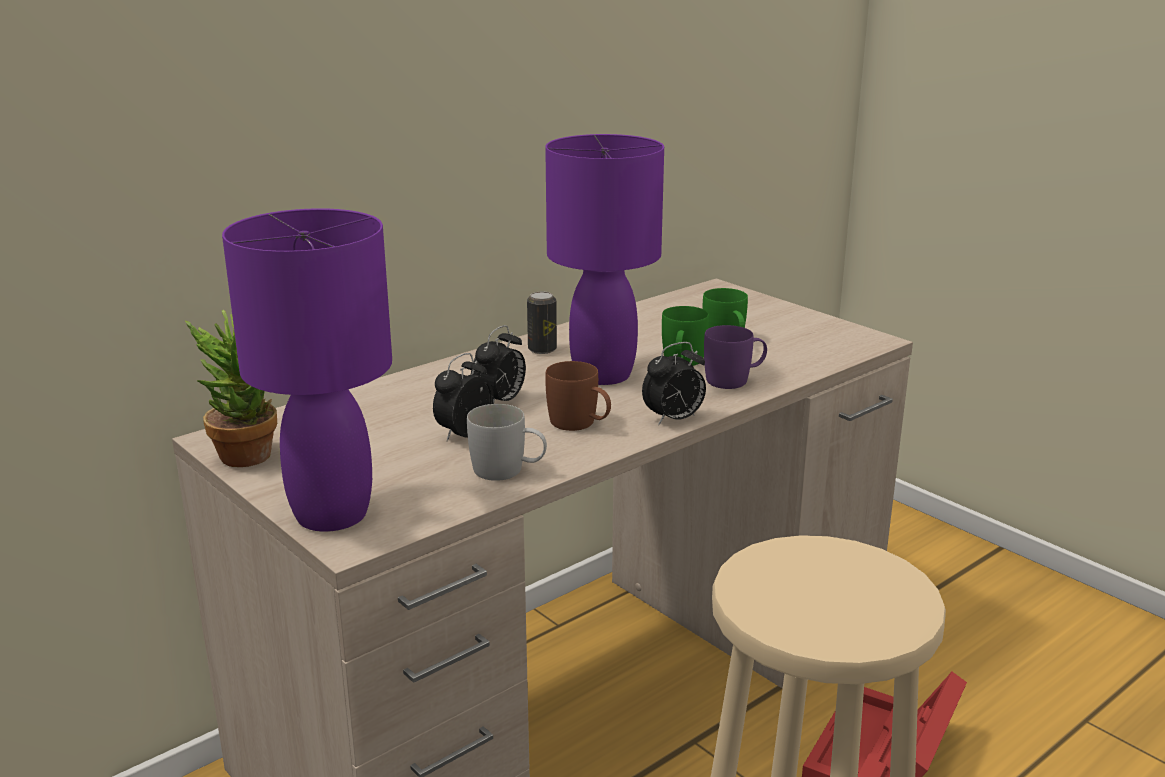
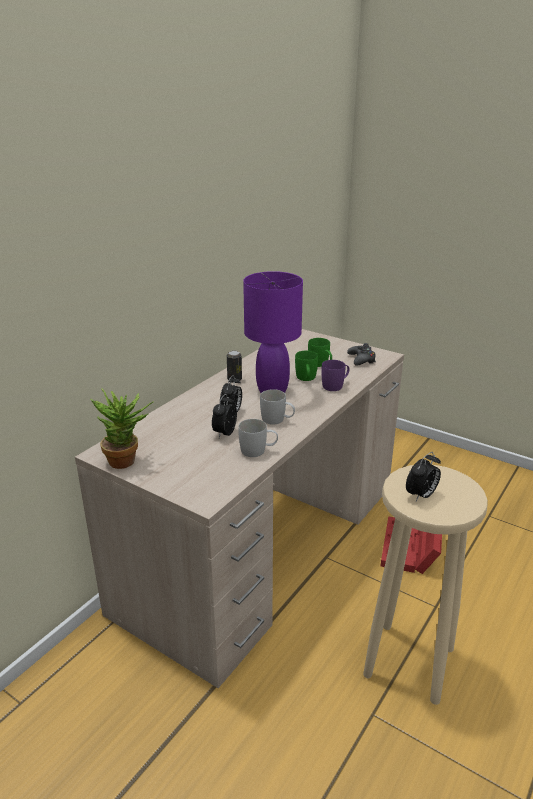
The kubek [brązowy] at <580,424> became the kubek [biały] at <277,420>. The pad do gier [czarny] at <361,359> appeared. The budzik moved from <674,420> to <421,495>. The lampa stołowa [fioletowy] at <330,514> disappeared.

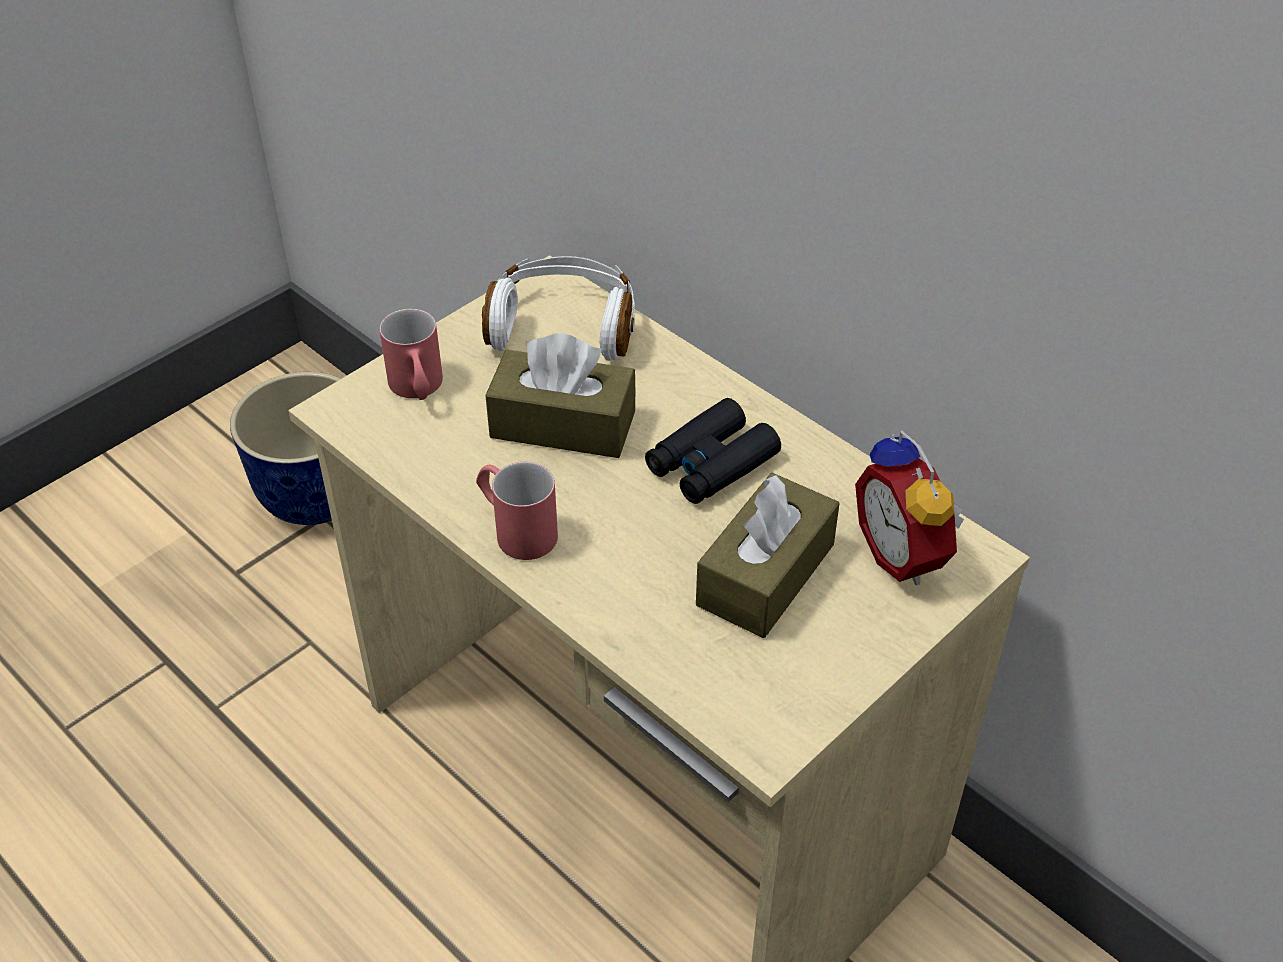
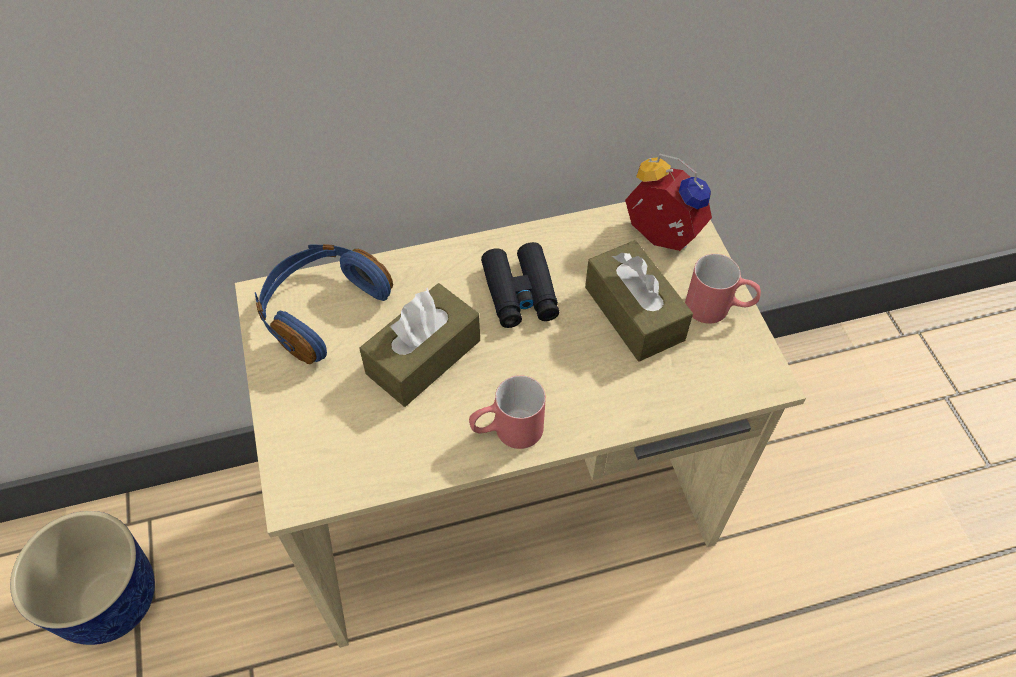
The słuchawki [biały] at <563,326> became the słuchawki [niebieski] at <321,310>. The budzik at <905,554> turned 150 degrees counterclockwise. The kubek [czerwony] moved from <418,390> to <718,308>.

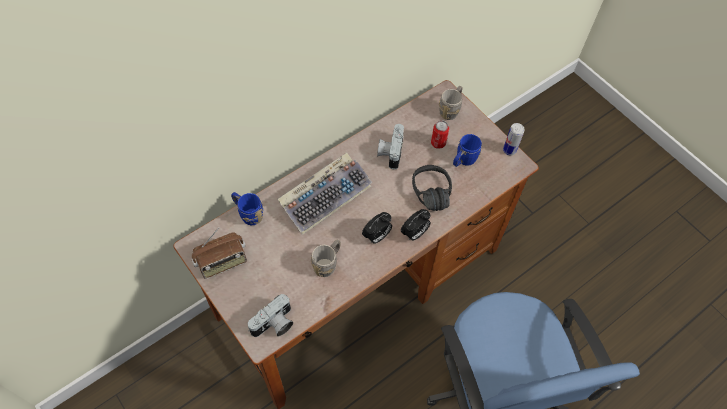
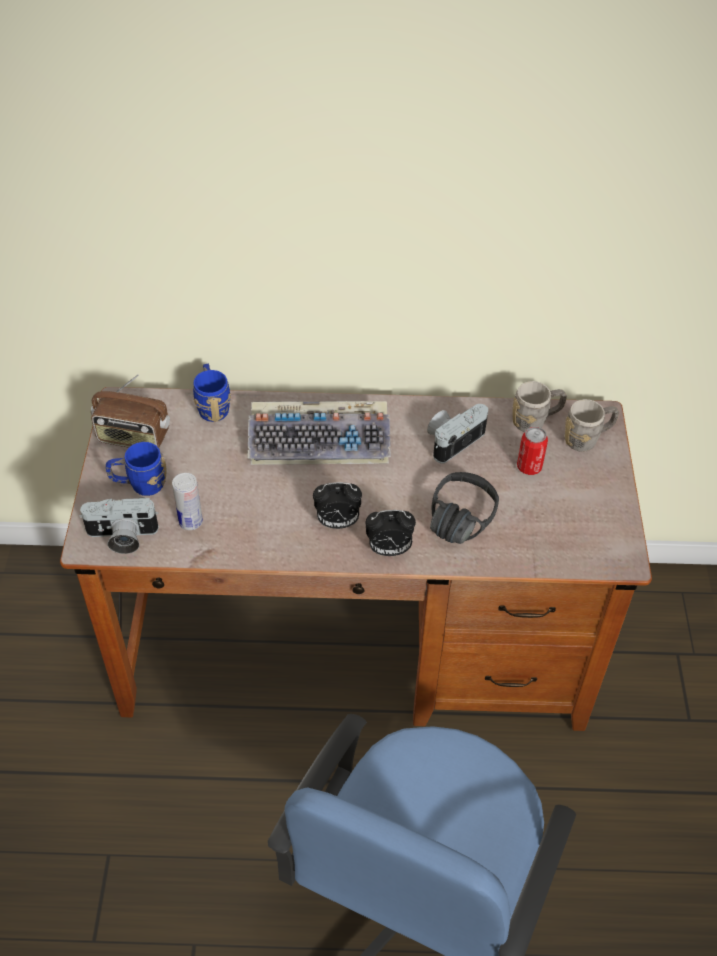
The kubek [niebieski] moved from <463,161> to <139,485>. The puszka moved from <509,150> to <190,522>. The kubek [szary] moved from <327,264> to <535,421>.

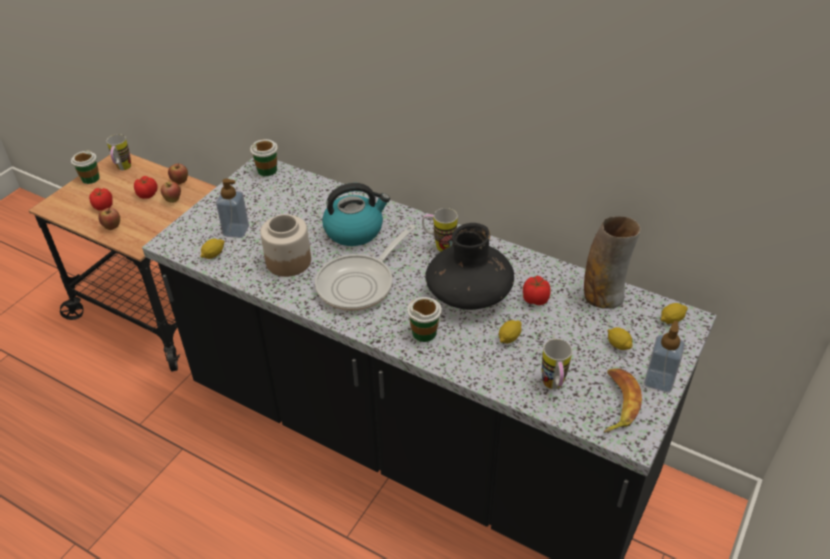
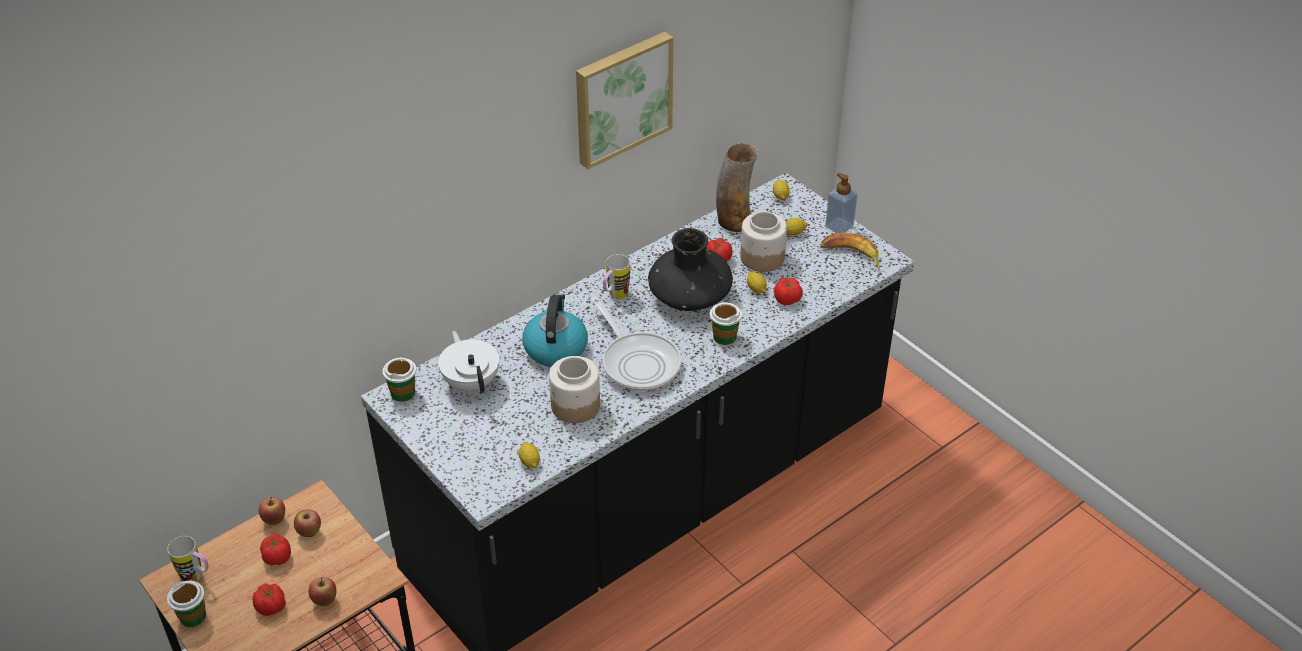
The imbryk [biały] at <471,382> appeared. The obraz at <621,97> appeared. The słoik at <761,257> appeared. The pomidor at <787,299> appeared. The dozownik mydła at <236,231> disappeared. The kubek at <554,387> disappeared.

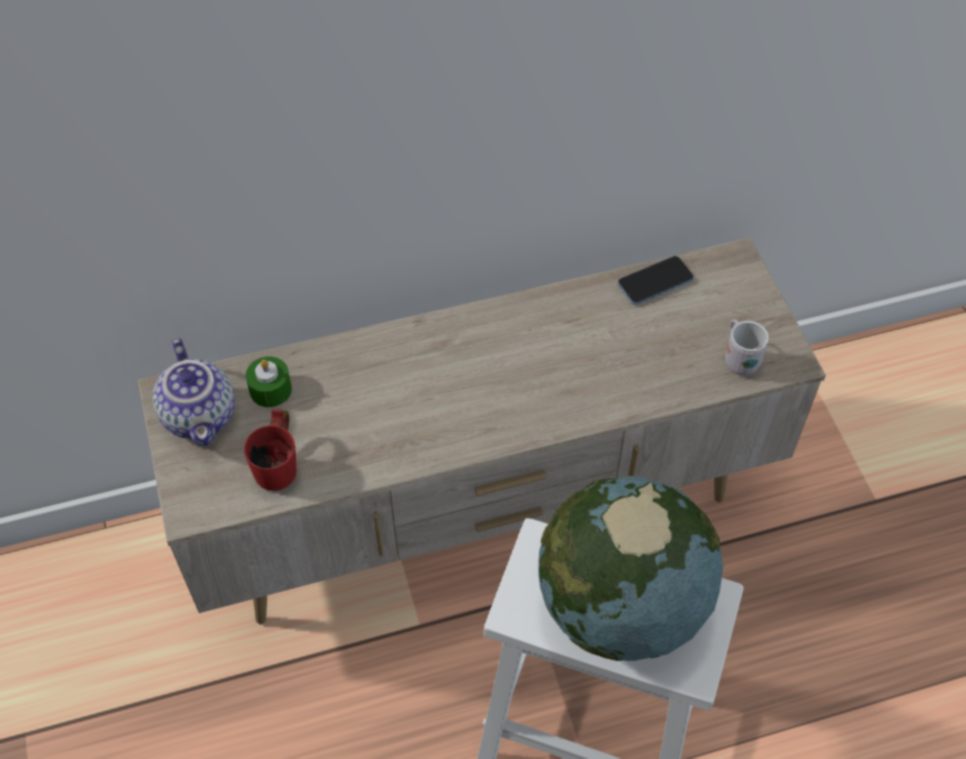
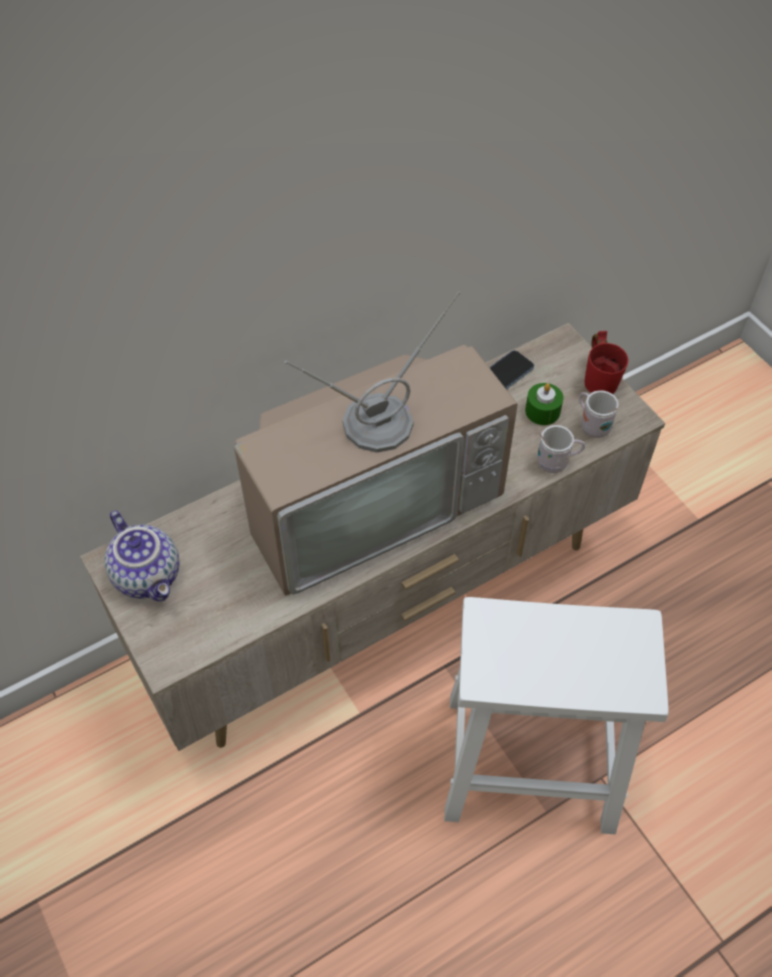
The telewizor at <372,500> appeared. The świeca [zielony] moved from <270,389> to <542,411>. The kubek [biały] at <557,462> appeared. The kubek [czerwony] moved from <283,466> to <602,379>. The globus at <620,606> disappeared.

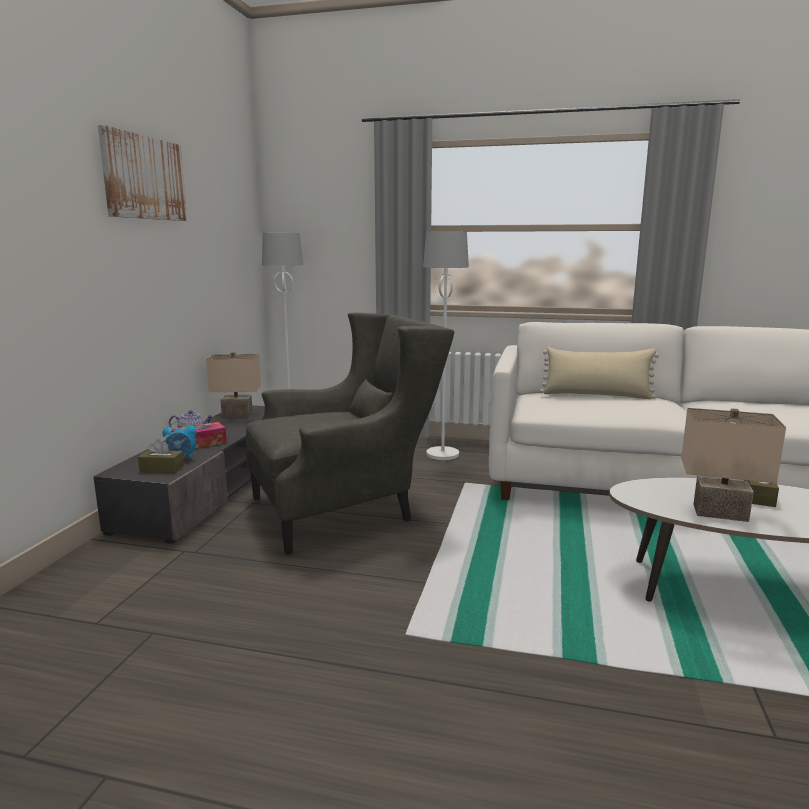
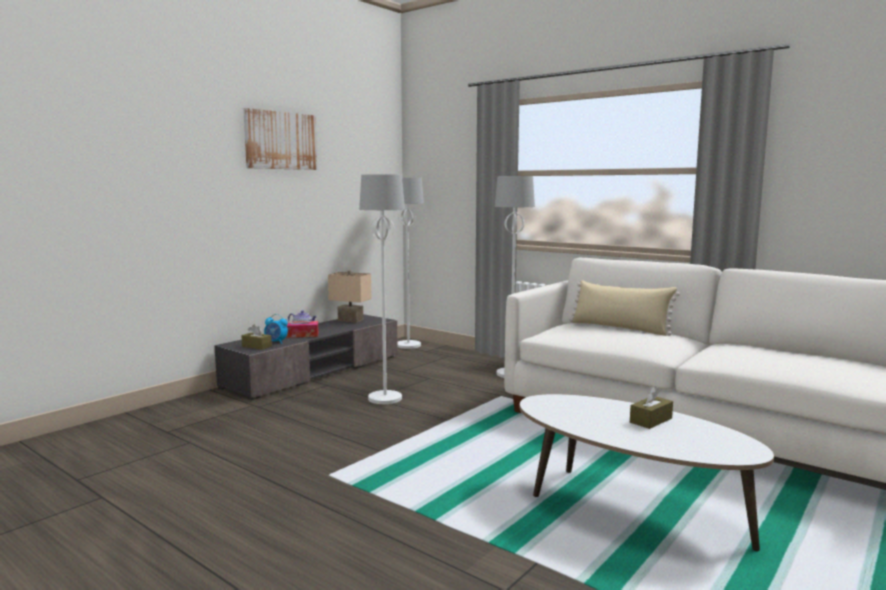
The fotel [szary] at <345,509> was replaced by the lampa stojąca [biały] at <385,398>. The lampa stołowa [beżowy] at <720,512> disappeared.

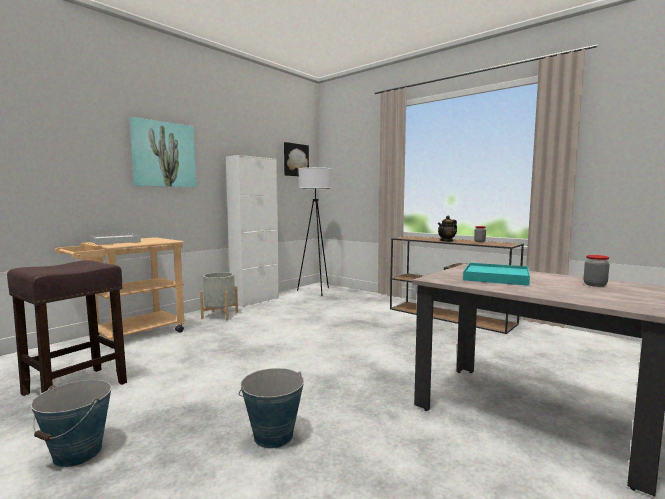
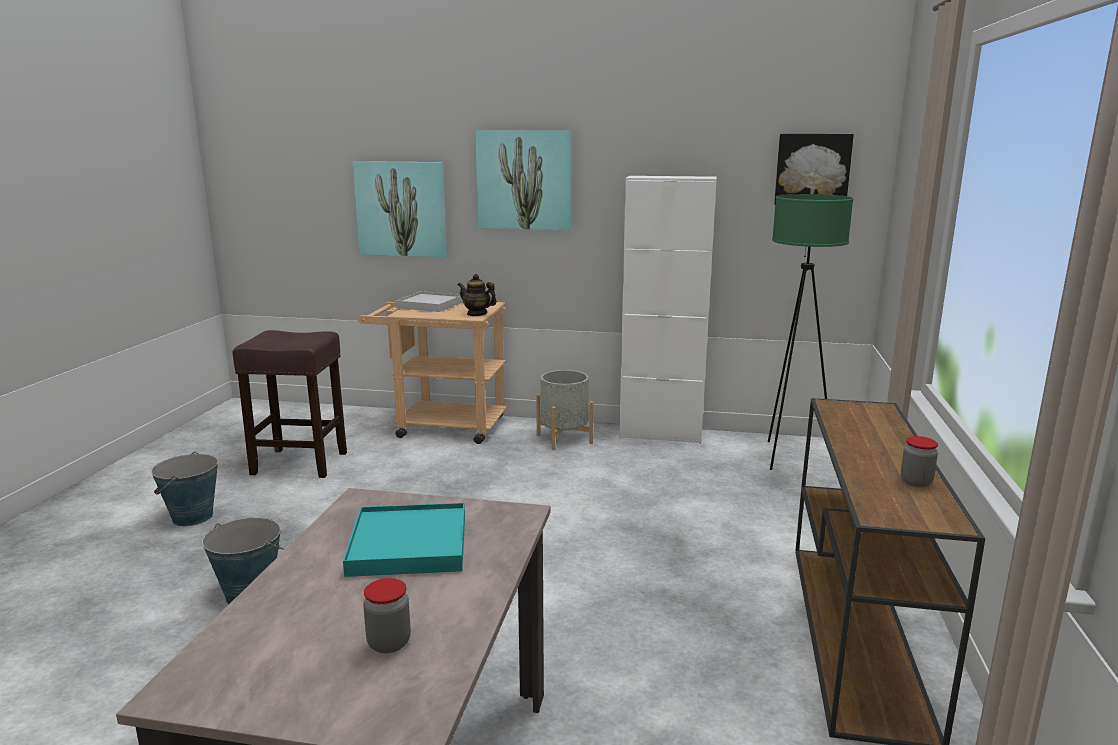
The obraz at <401,209> appeared. The imbryk moved from <447,241> to <477,314>. The lampa stojąca [biały] at <315,291> became the lampa stojąca [zielony] at <789,457>.

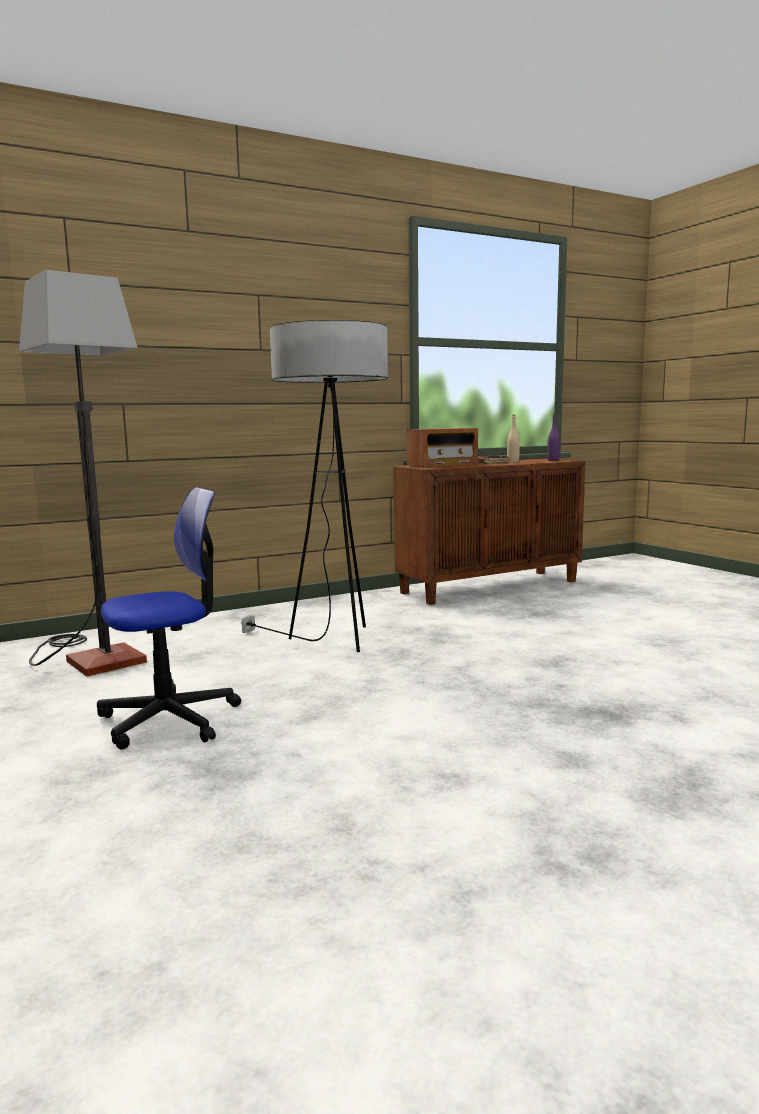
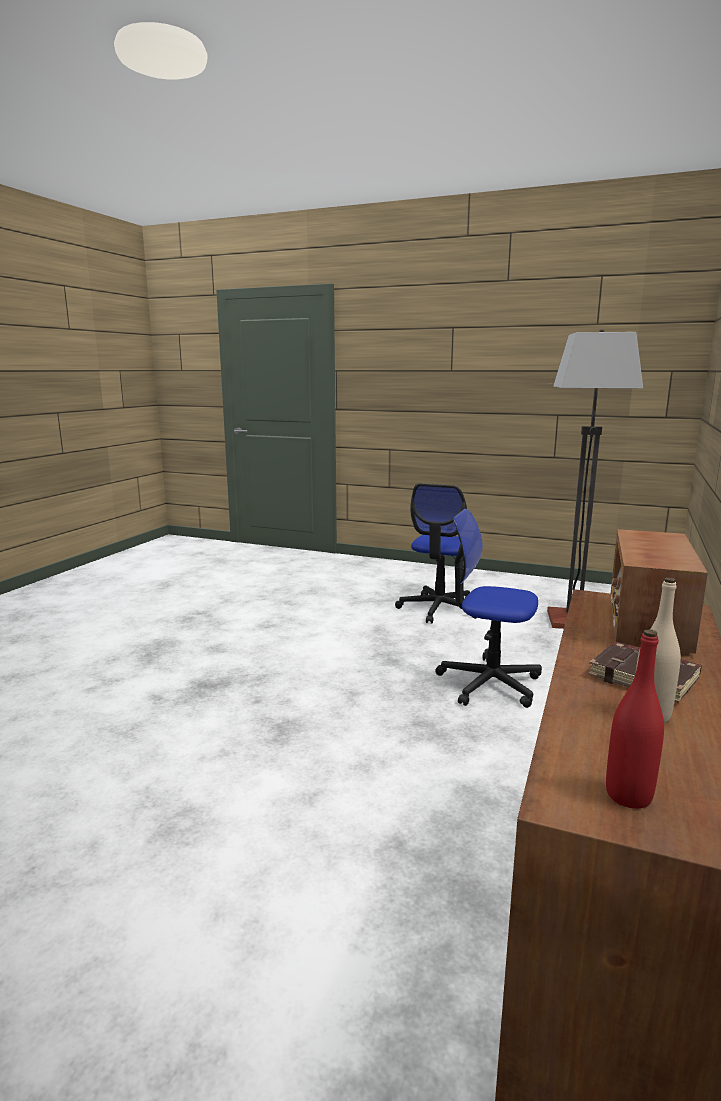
The lampa stojąca at <332,645> was replaced by the krzesło biurowe at <489,683>. The butelka [fioletowy] at <553,460> became the butelka [czerwony] at <628,796>.

